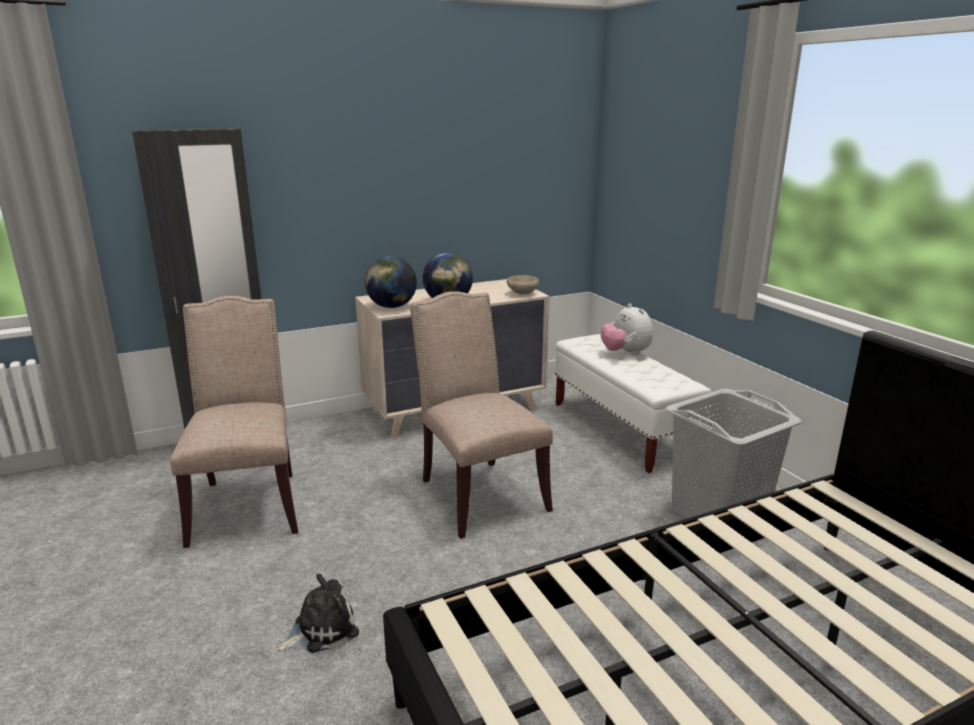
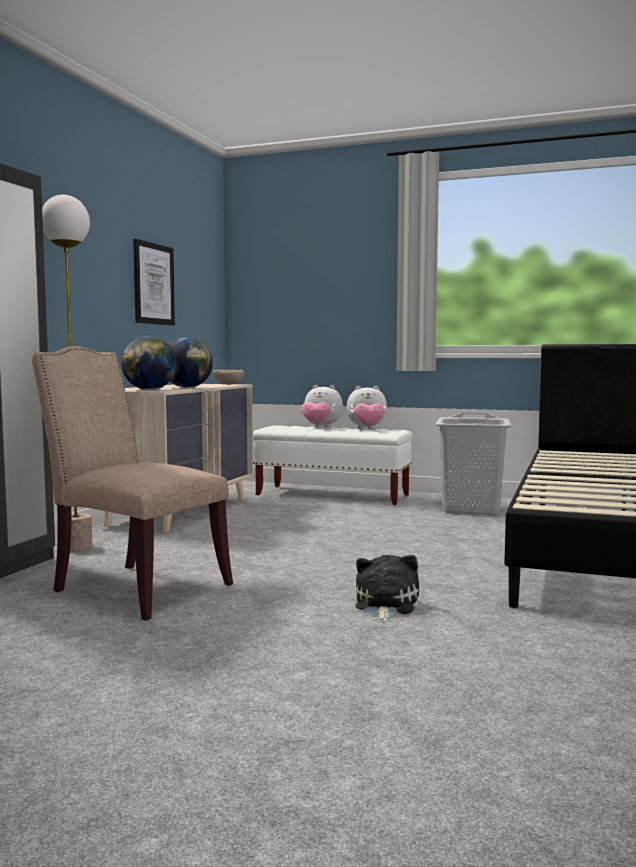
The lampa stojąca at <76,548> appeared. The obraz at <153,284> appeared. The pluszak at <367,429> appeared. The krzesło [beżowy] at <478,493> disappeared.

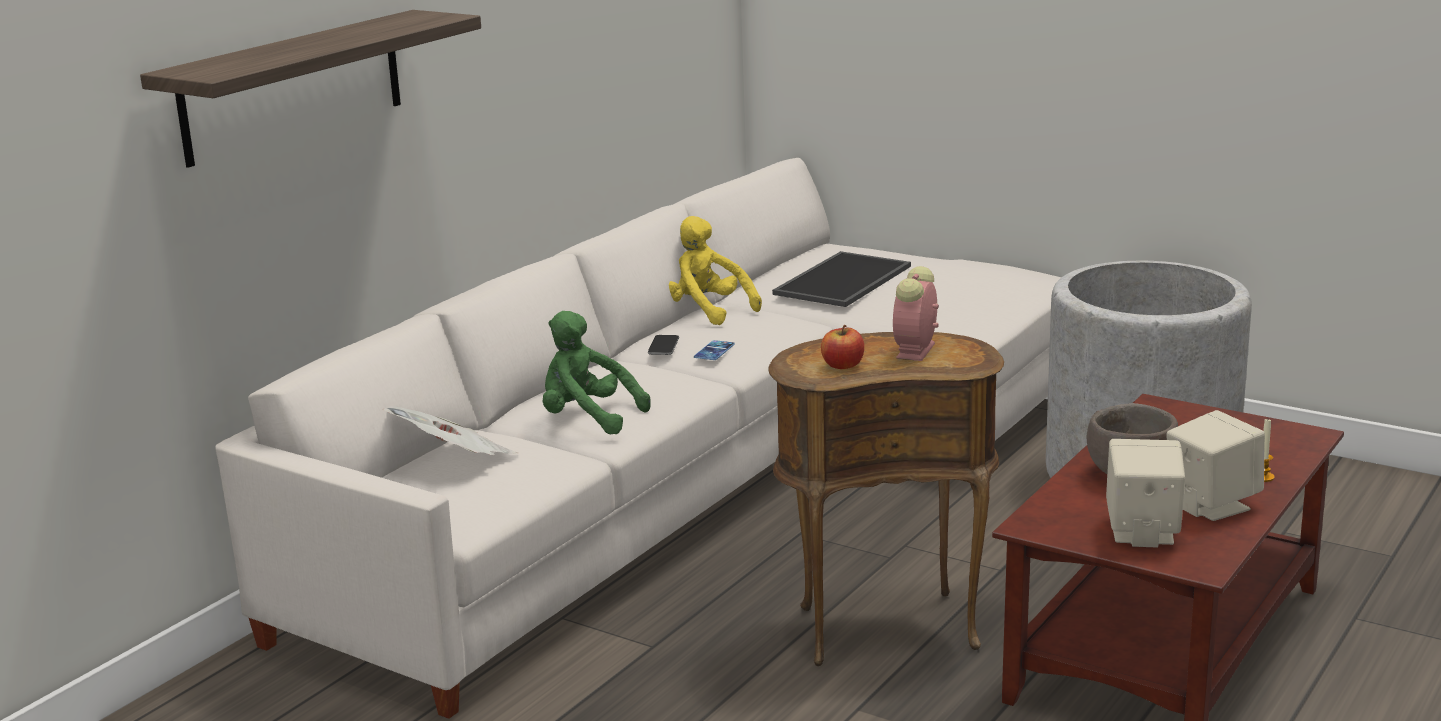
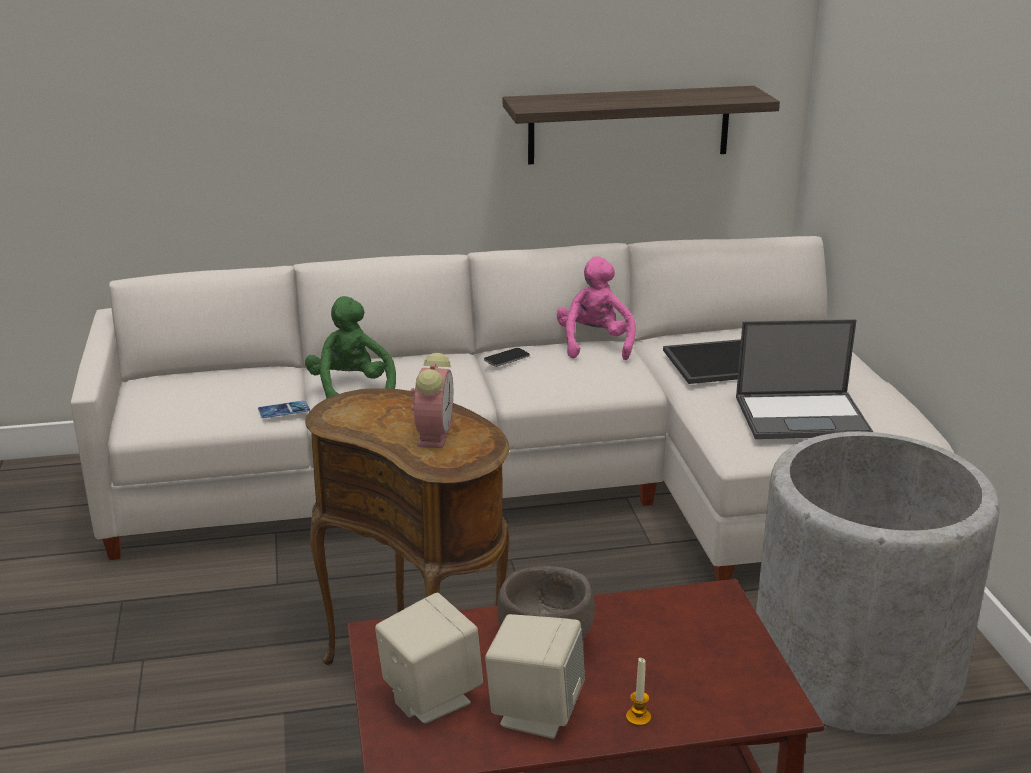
The telefon moved from <714,351> to <284,410>. The budzik at <915,351> turned 120 degrees clockwise. The półka moved from <293,87> to <629,125>. The pluszak [żółty] at <707,311> became the pluszak [różowy] at <594,344>. The laptop at <803,416> appeared. The gazeta at <454,461> disappeared. The jabłko at <842,365> disappeared.

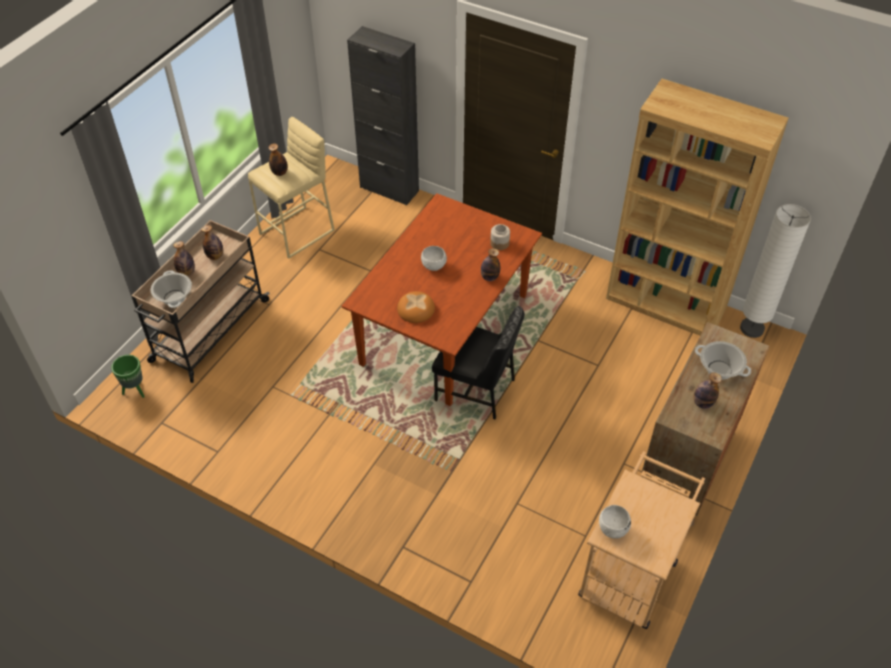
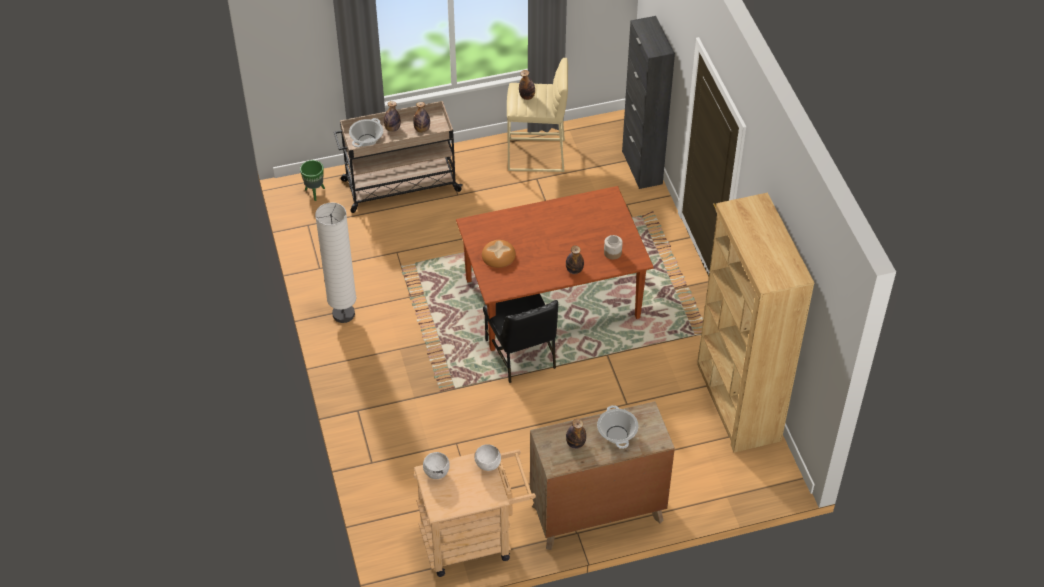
The lampa stojąca [biały] moved from <751,328> to <343,314>. The miska [biały] moved from <434,266> to <488,465>.

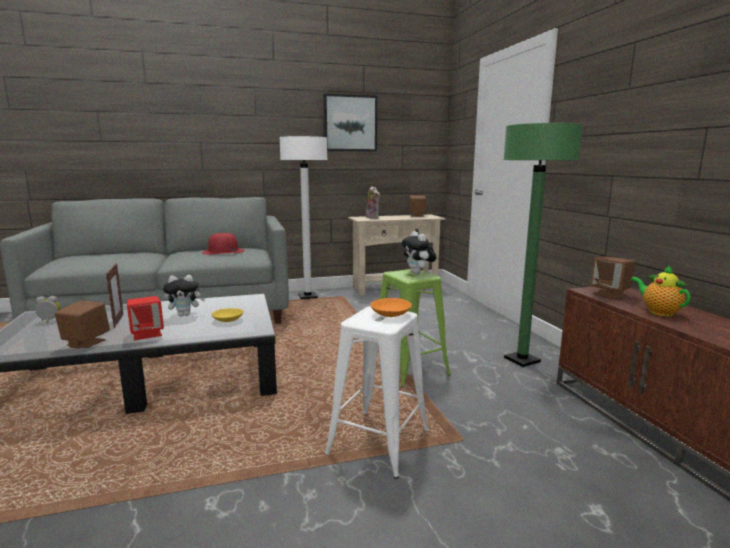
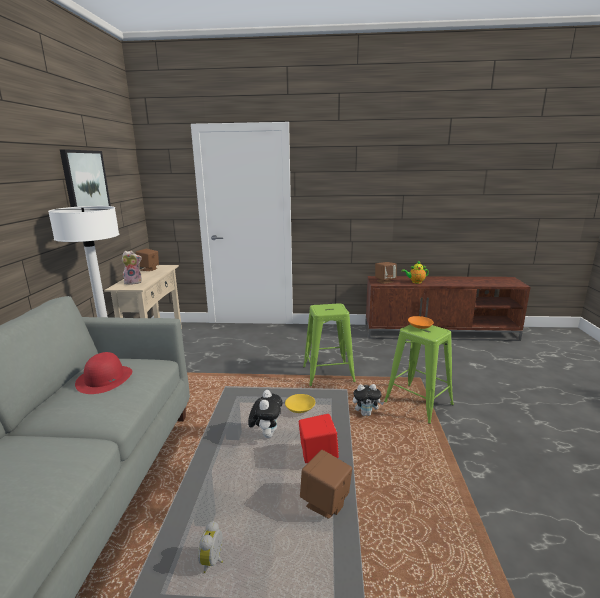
The pluszak moved from <418,273> to <366,414>. The stołek [biały] at <379,442> became the stołek [zielony] at <418,403>. The ramka na zdjęcie at <118,321> disappeared. The lampa stojąca [zielony] at <522,360> disappeared.

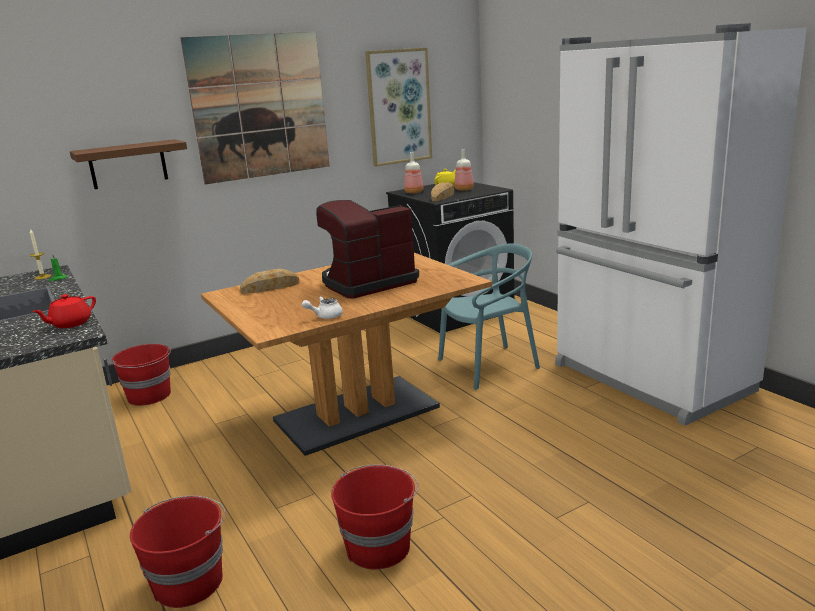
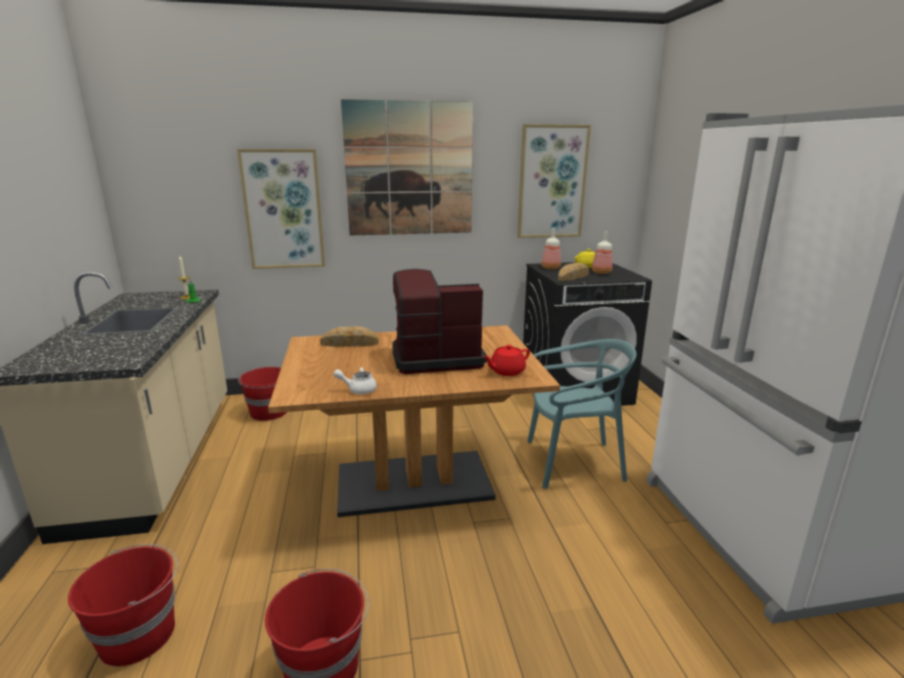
The półka [brązowy] at <128,164> was replaced by the obraz at <283,210>. The imbryk [czerwony] moved from <70,324> to <506,371>.

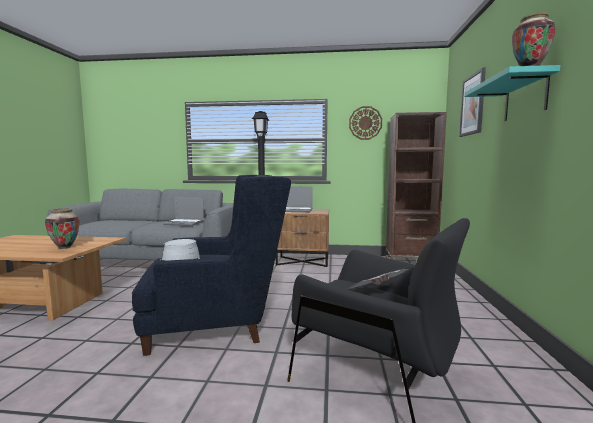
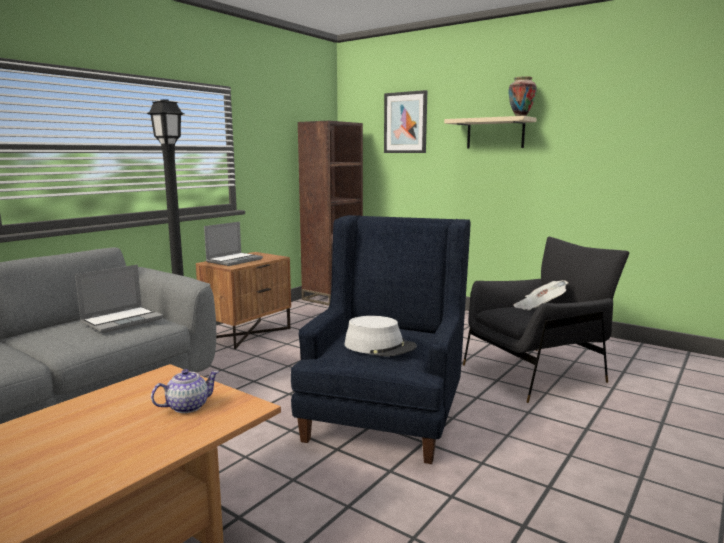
The wazon at <65,247> was replaced by the imbryk at <187,407>. The półka [turkusowy] at <525,98> became the półka [beżowy] at <495,133>. The zegar ścienny at <365,123> disappeared.

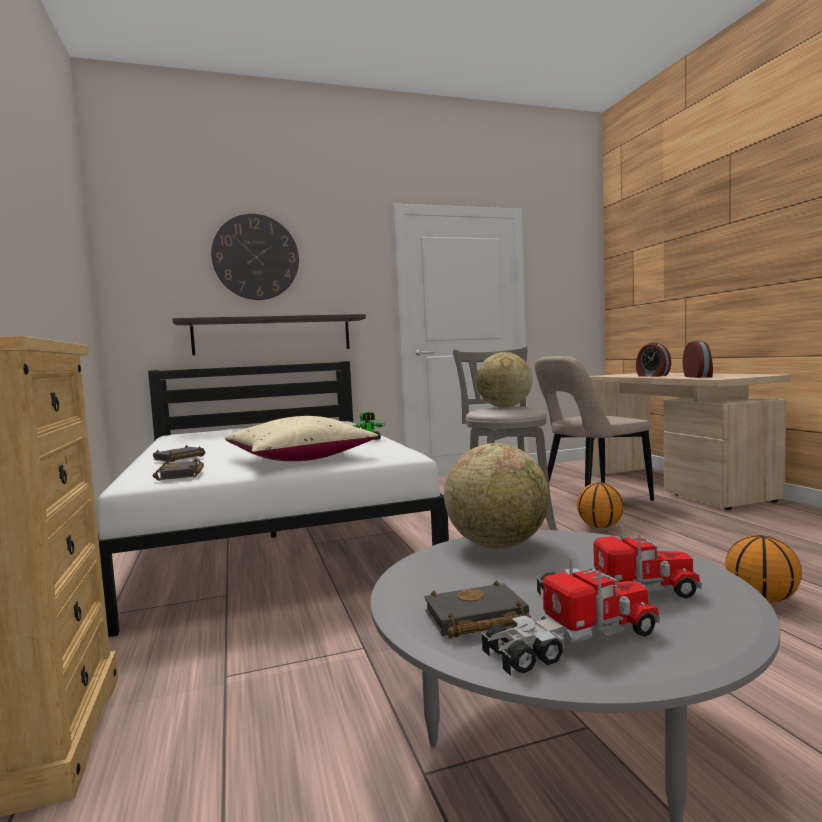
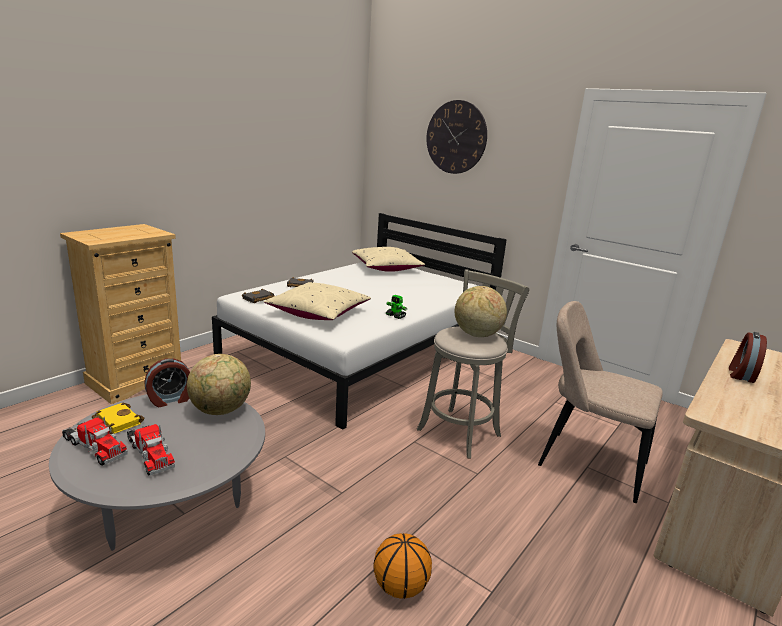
The książka [czarny] at <474,620> became the książka [żółty] at <116,421>. The budzik moved from <698,377> to <171,400>. The poduszka [beżowy] at <386,268> appeared. The półka at <272,335> disappeared. The piłka do koszykówki at <599,526> disappeared.

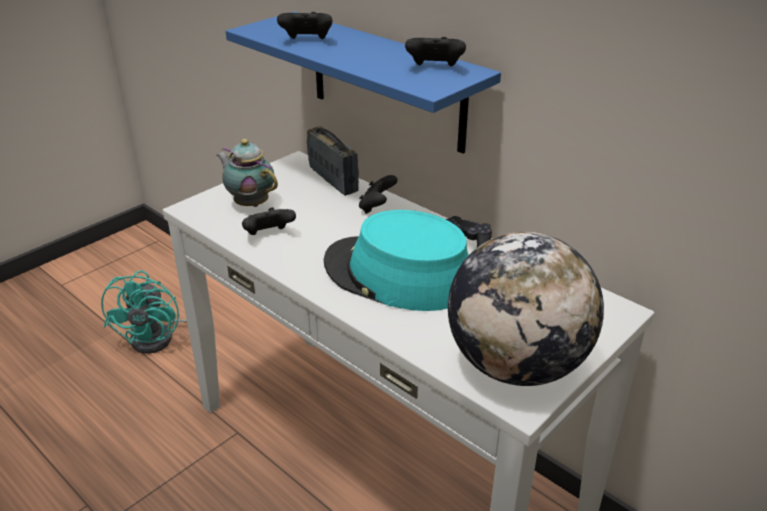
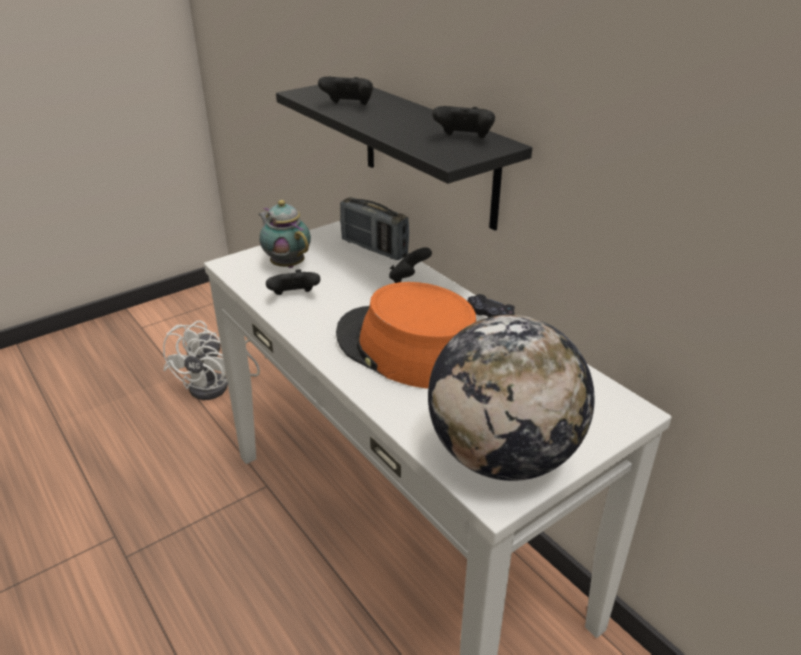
The wentylator [turkusowy] at <161,337> became the wentylator [biały] at <218,386>. The półka [niebieski] at <386,81> became the półka [czarny] at <428,152>. The kapelusz [turkusowy] at <397,275> became the kapelusz [pomarańczowy] at <407,348>. The radio at <333,180> turned 150 degrees clockwise.

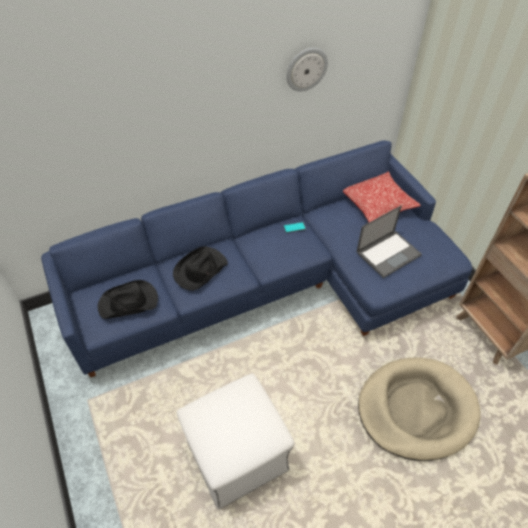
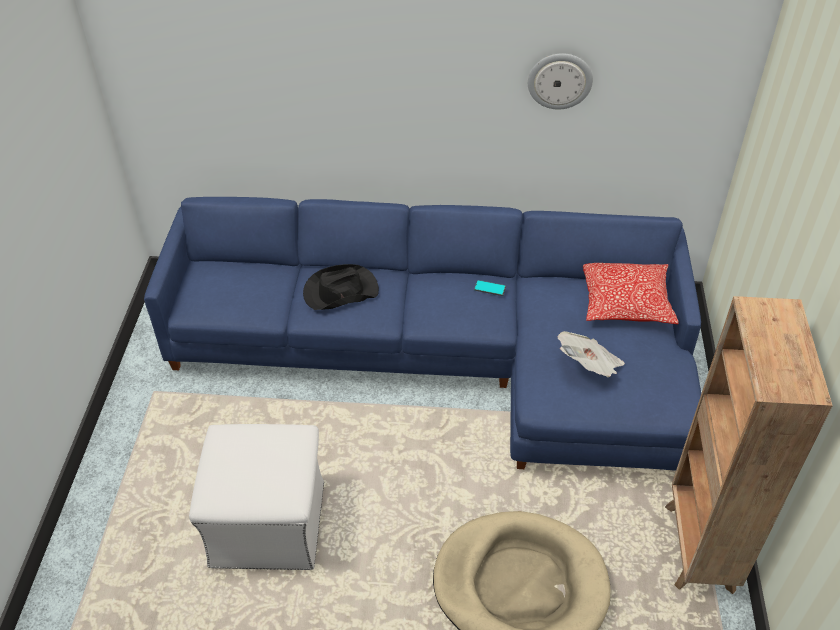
The laptop at <388,253> was replaced by the gazeta at <589,366>. The kapelusz [czarny] at <129,303> disappeared.

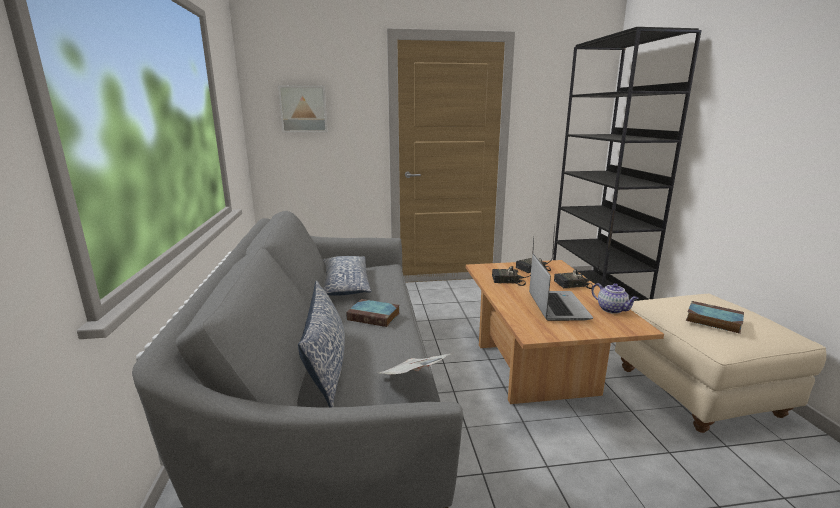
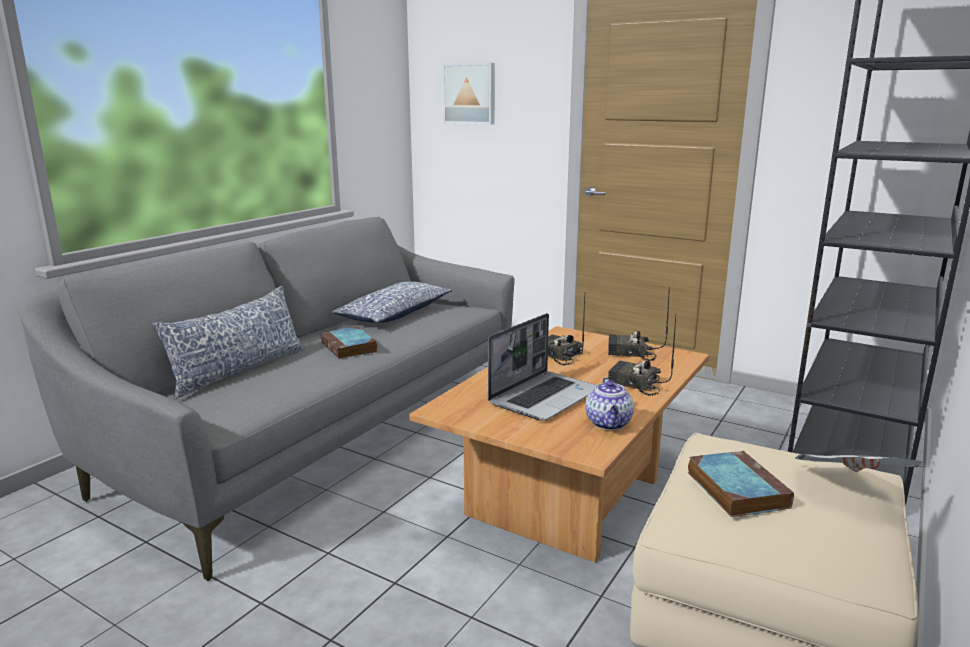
The gazeta moved from <415,381> to <849,488>.

